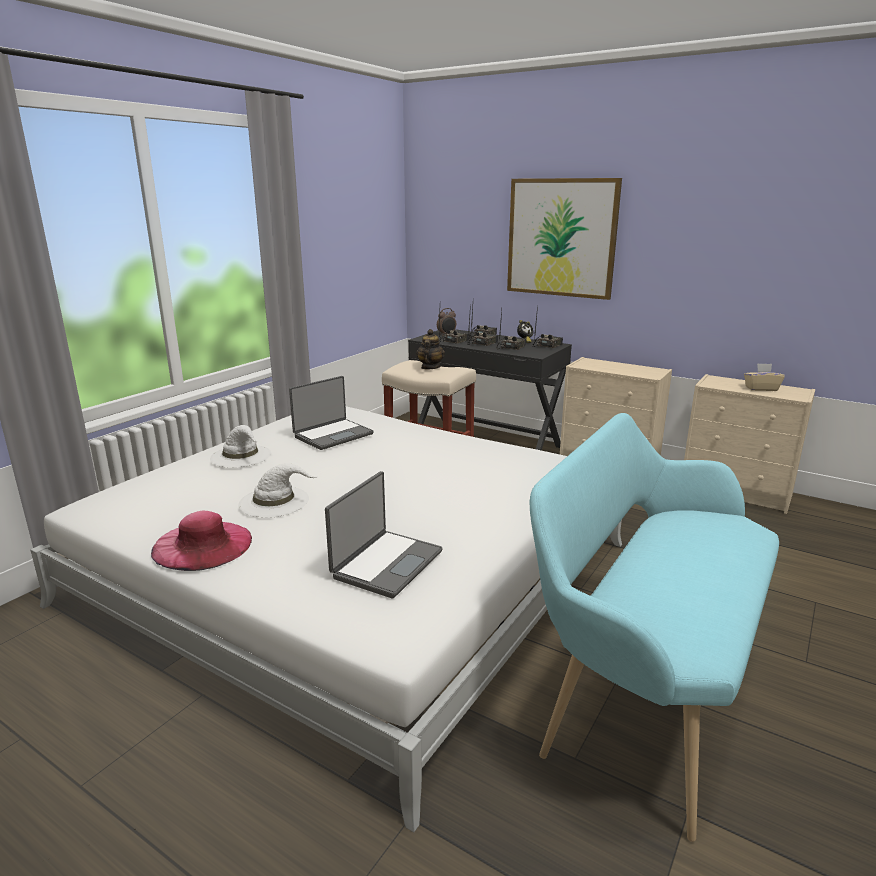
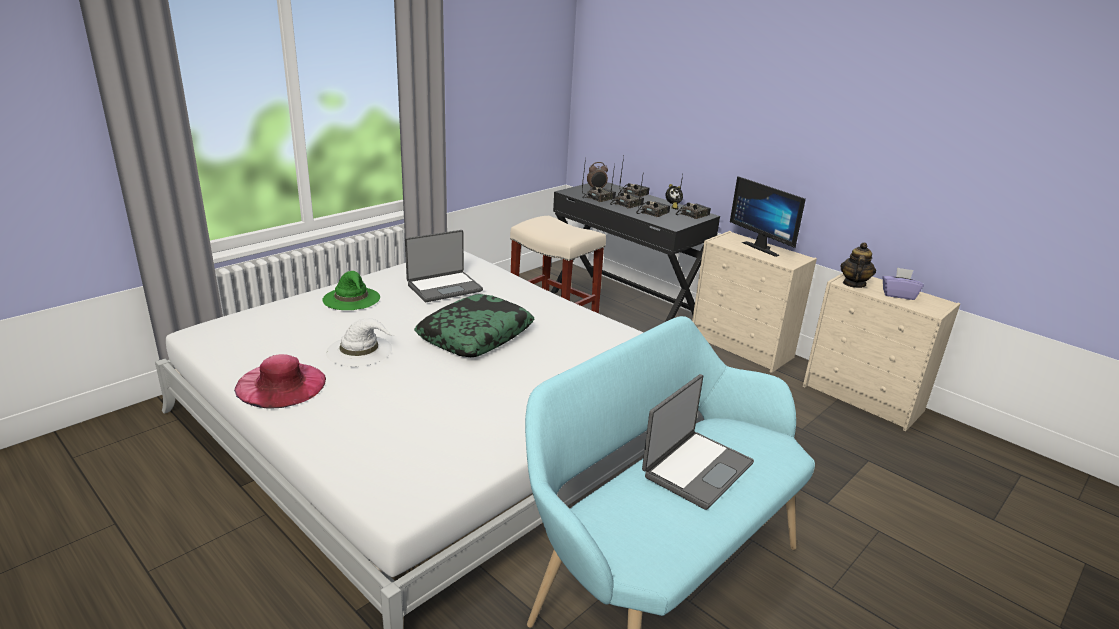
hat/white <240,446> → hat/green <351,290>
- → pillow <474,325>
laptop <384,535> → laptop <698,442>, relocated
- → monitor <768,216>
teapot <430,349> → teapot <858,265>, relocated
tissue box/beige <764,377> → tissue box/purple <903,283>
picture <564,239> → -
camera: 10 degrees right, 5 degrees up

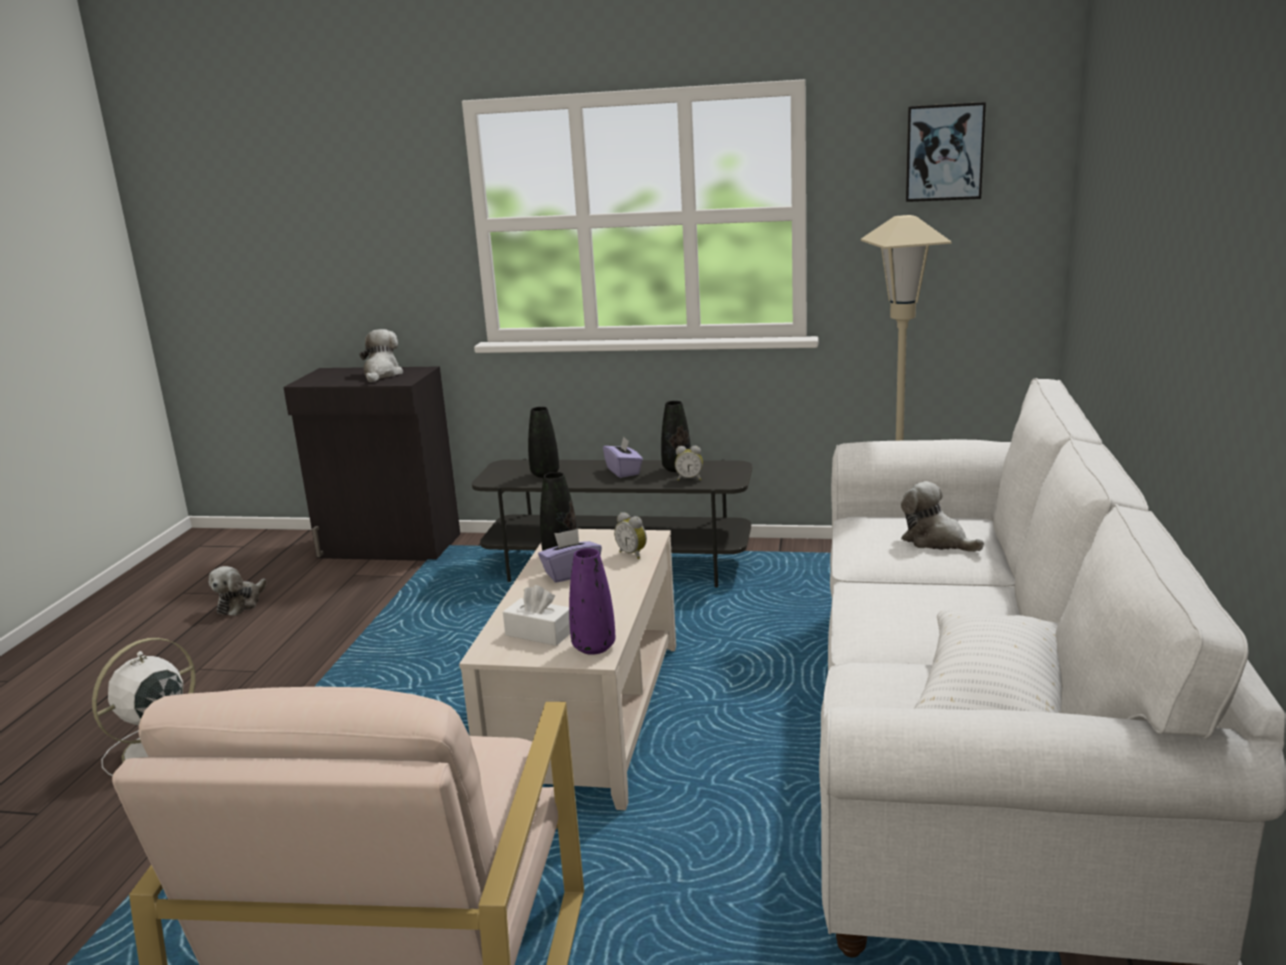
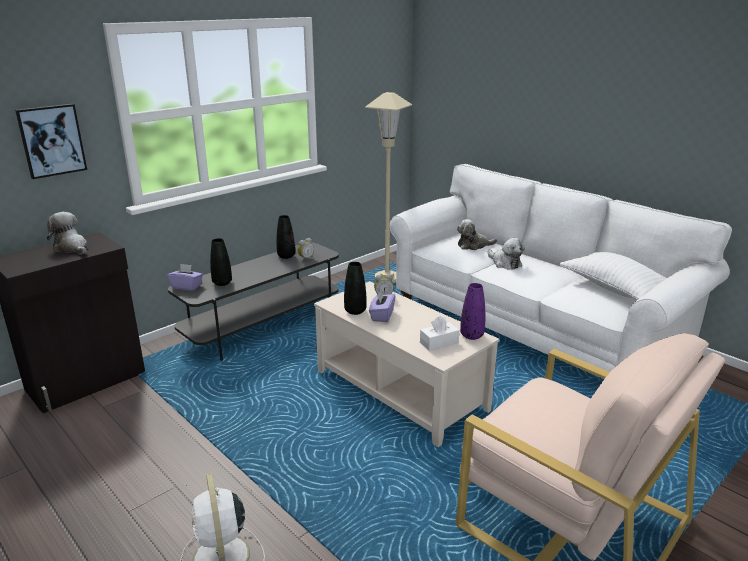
picture <946,152> → picture <51,141>, relocated
tissue box/purple <623,457> → tissue box/purple <185,277>, relocated
plush toy <238,591> → plush toy <506,254>, relocated
camera: 55 degrees left, 5 degrees up

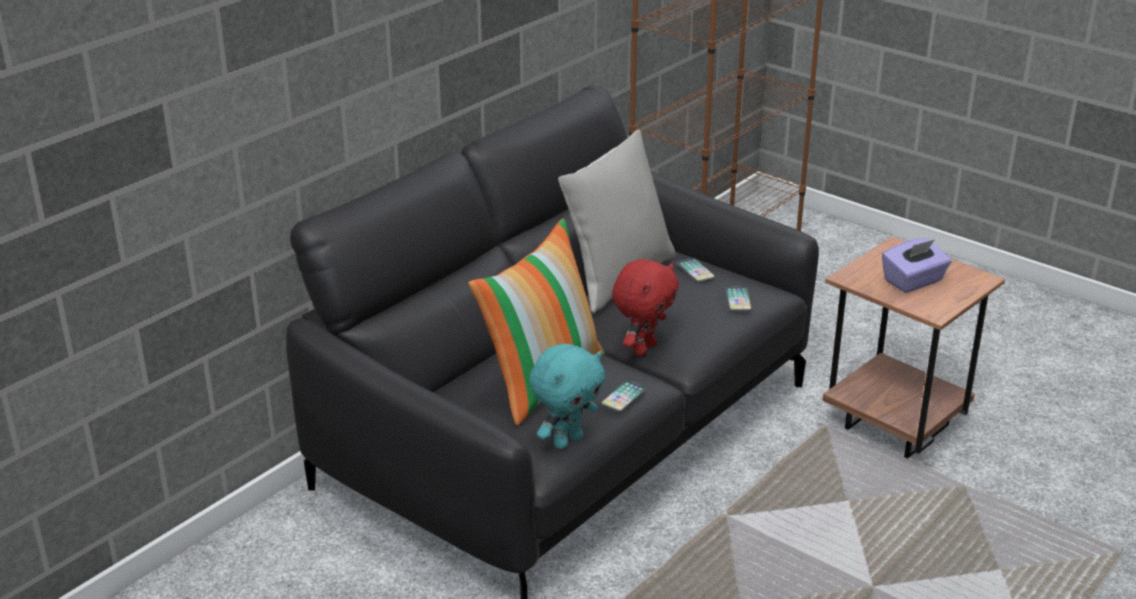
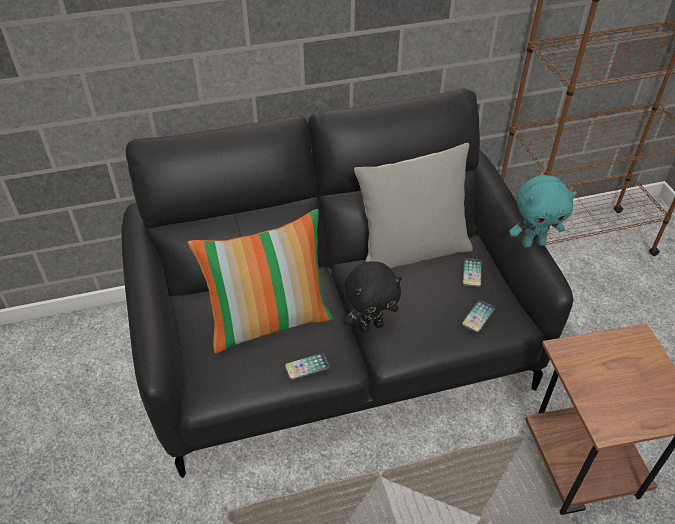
plush toy/red <645,307> → plush toy/black <373,296>
plush toy/turquoise <567,396> → plush toy/turquoise <543,211>, relocated
tissue box/purple <917,265> → -
camera: 35 degrees right, 15 degrees up

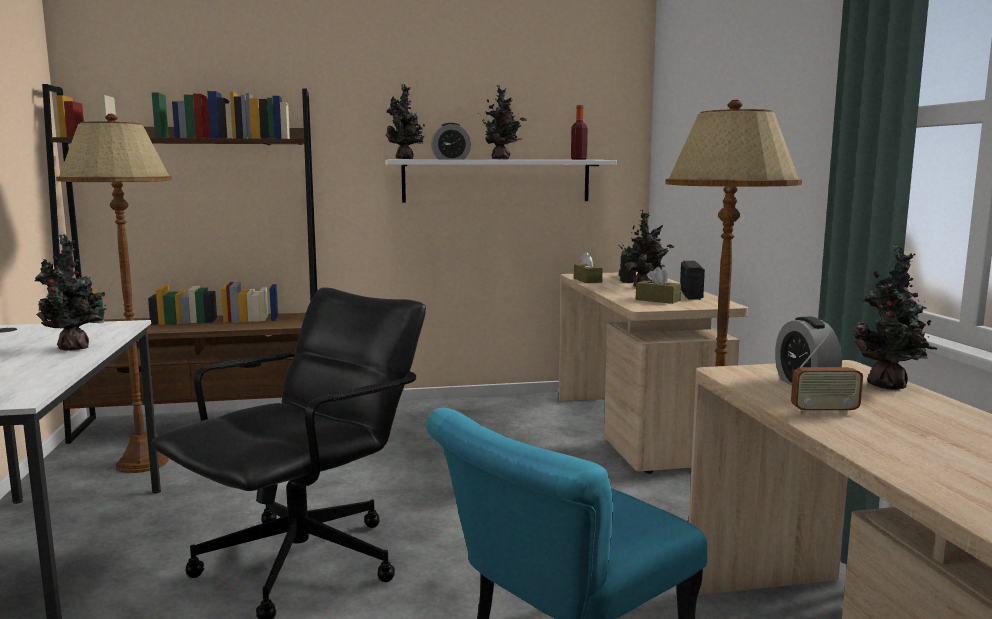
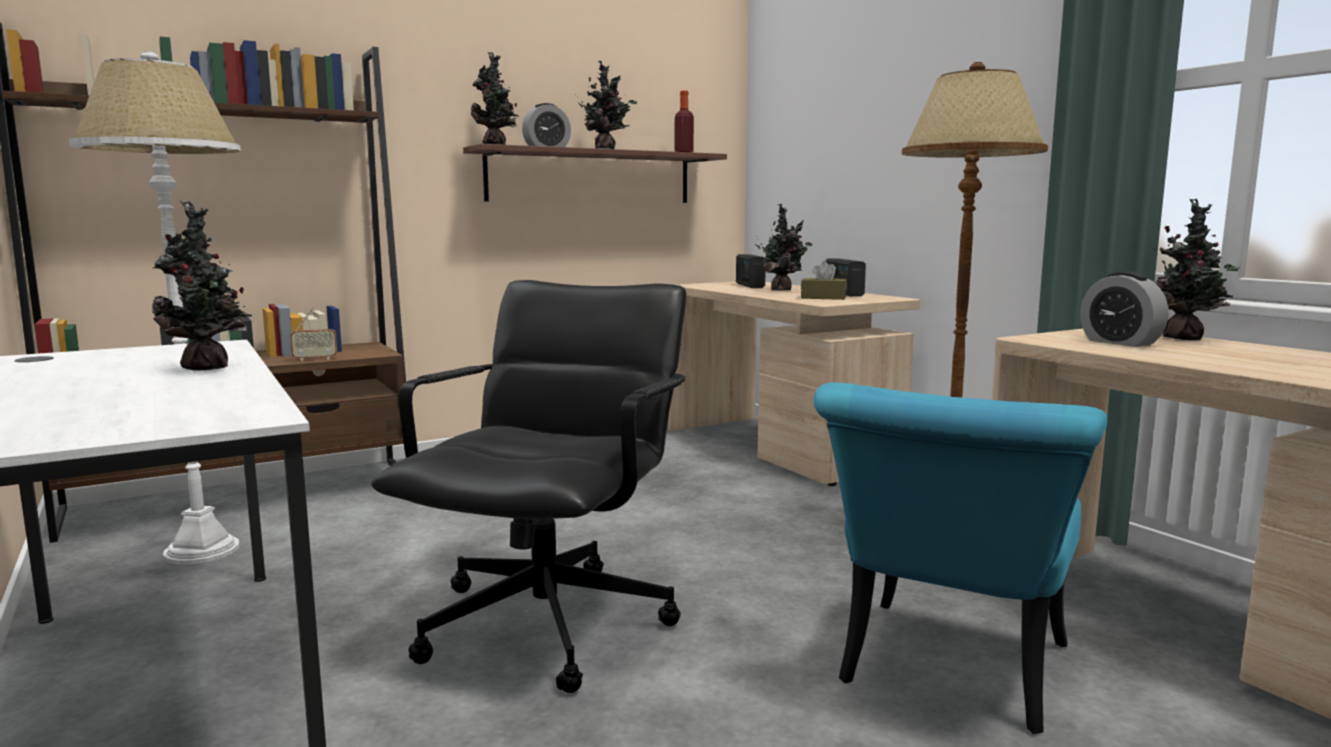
floor lamp/brown <114,293> → floor lamp/white <155,307>
radio <827,374> → radio <313,334>, relocated
shelf/white <501,181> → shelf/brown <595,173>
tissue box/brown <588,267> → -
camera: 20 degrees left, 0 degrees up

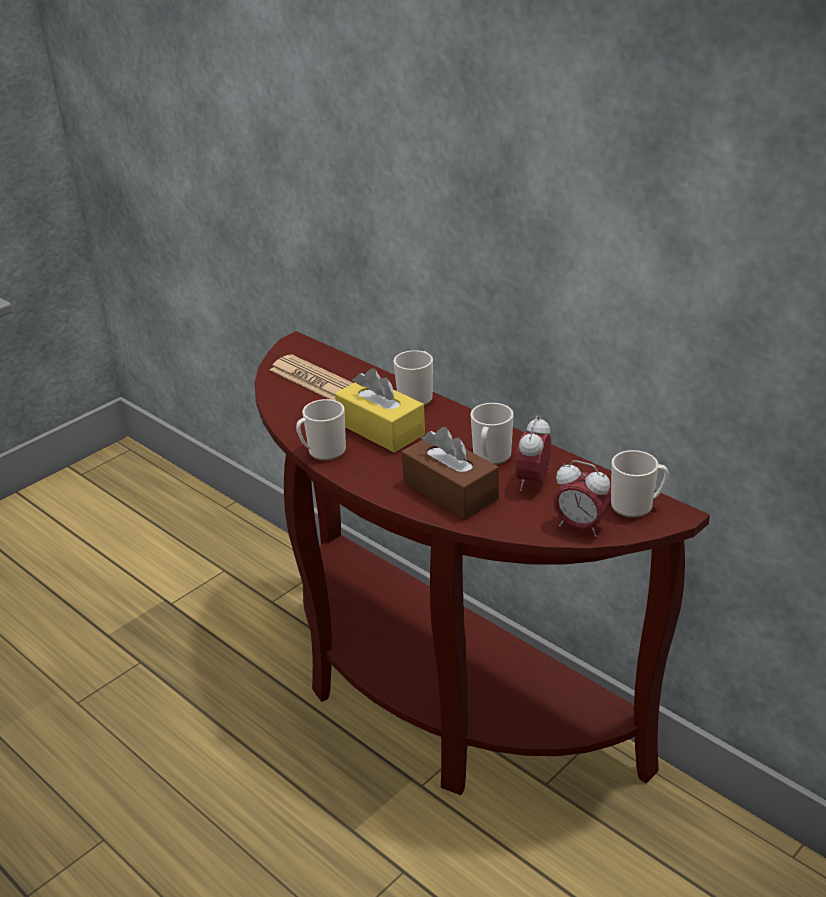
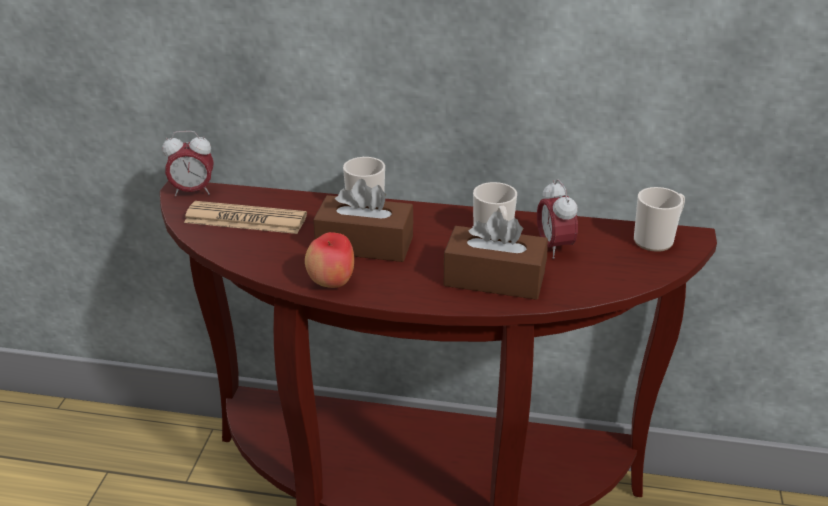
alarm clock <582,498> → alarm clock <188,163>, relocated
mug <321,430> → apple <329,260>
tissue box/yellow <380,410> → tissue box/brown <363,220>
camera: 35 degrees left, 0 degrees up

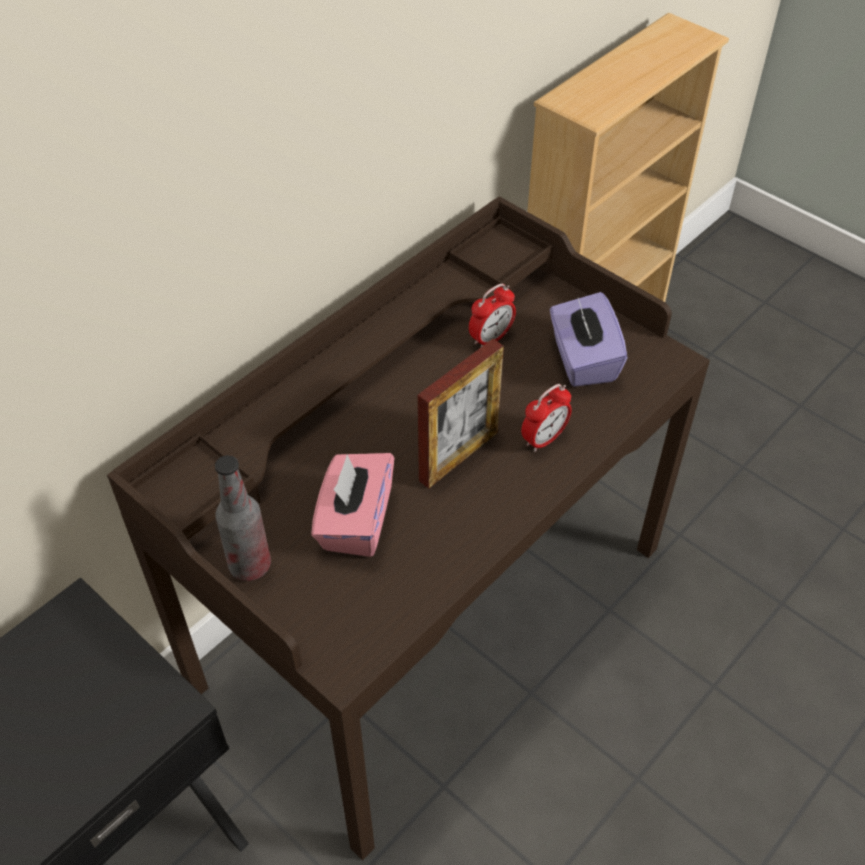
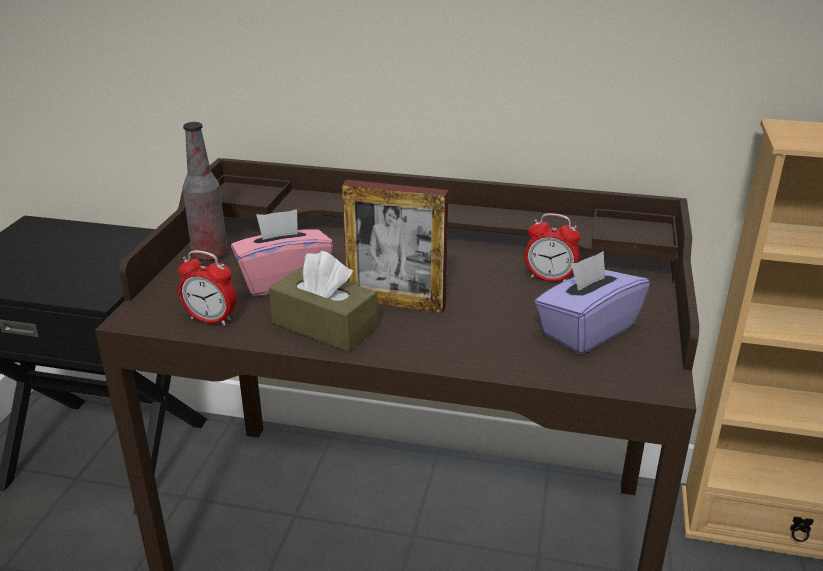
alarm clock <546,418> → alarm clock <207,288>, relocated
- → tissue box/brown <323,301>
camera: 60 degrees right, 20 degrees down

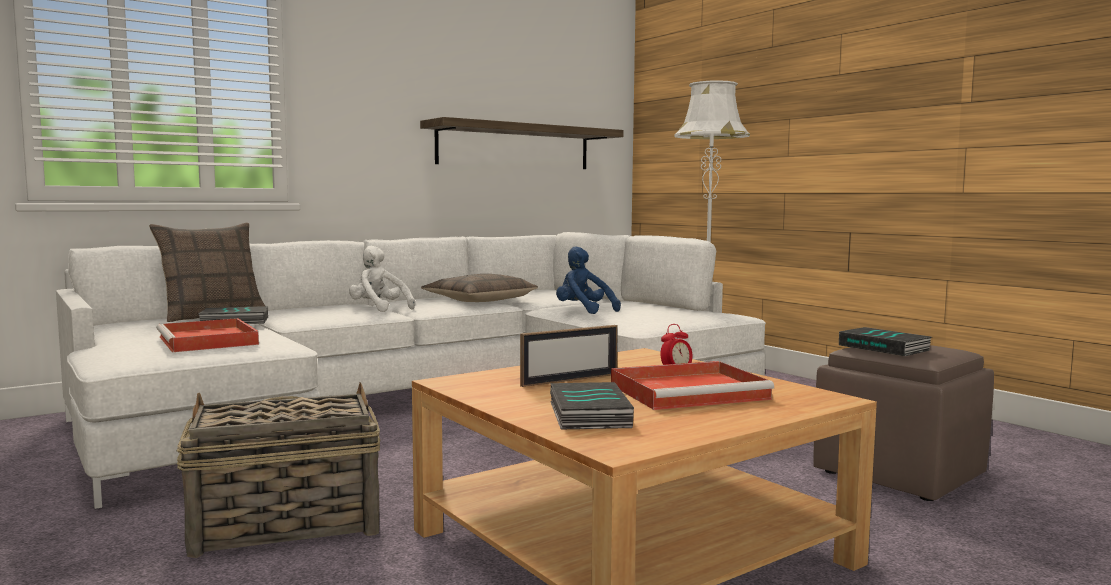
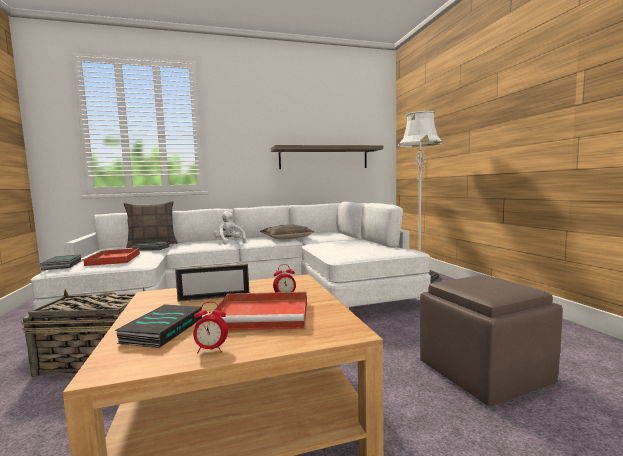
book <885,341> → book <61,262>, relocated
- → alarm clock <210,328>
plush toy/blue <588,280> → -
camera: 20 degrees right, 0 degrees up

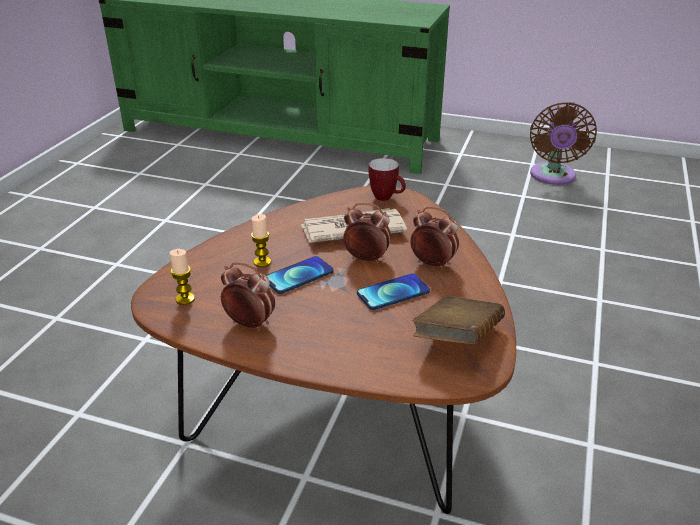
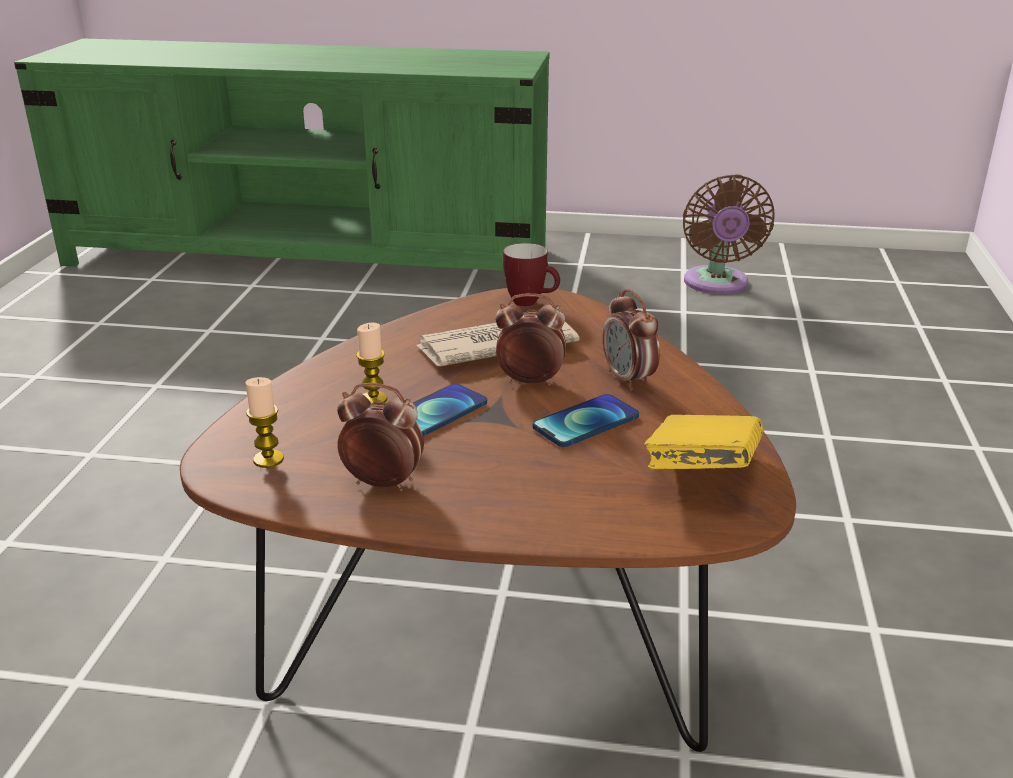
alarm clock <434,238> → alarm clock <631,340>, 135 degrees counterclockwise
book/brown <458,320> → book/yellow <703,442>
camera: 10 degrees left, 5 degrees down

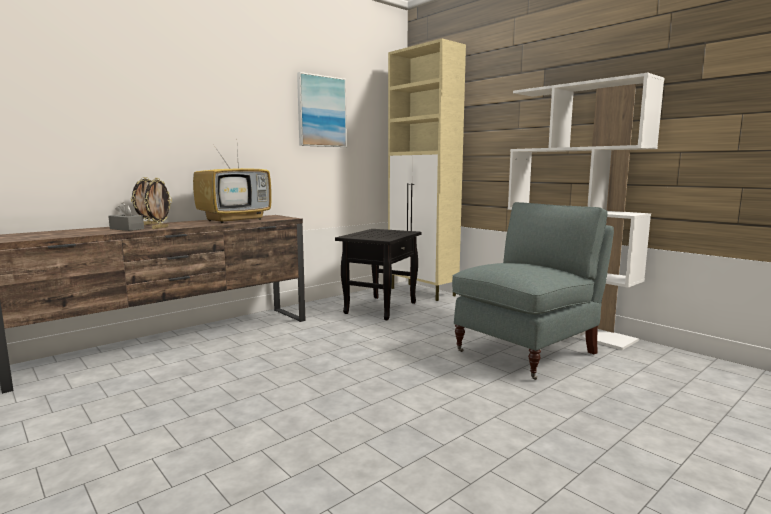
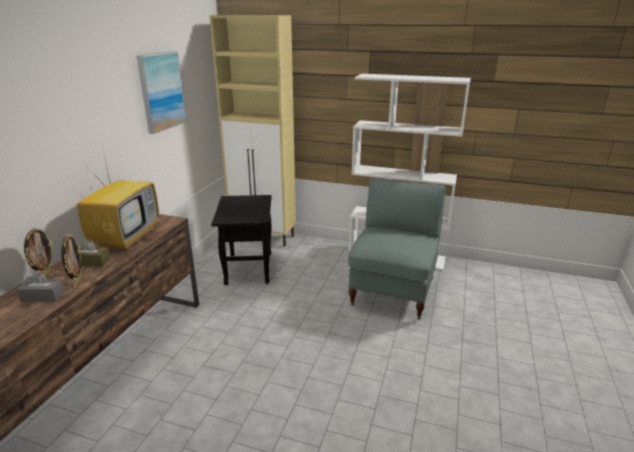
- → tissue box/brown <94,253>
camera: 30 degrees left, 15 degrees up

